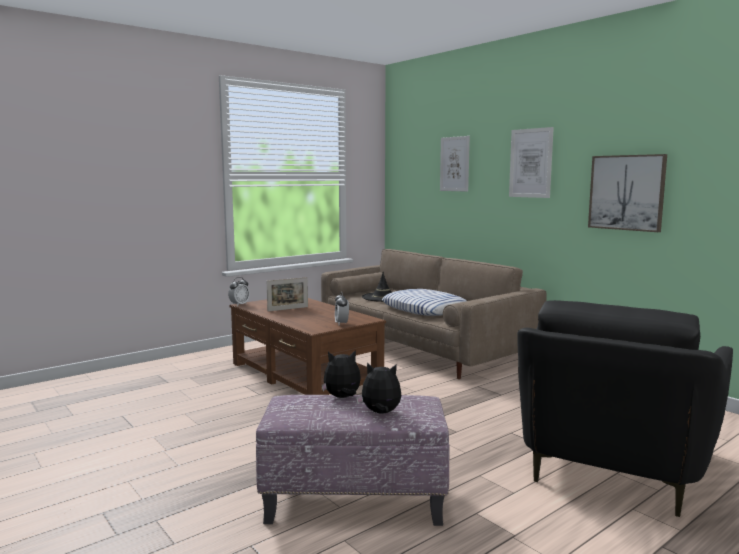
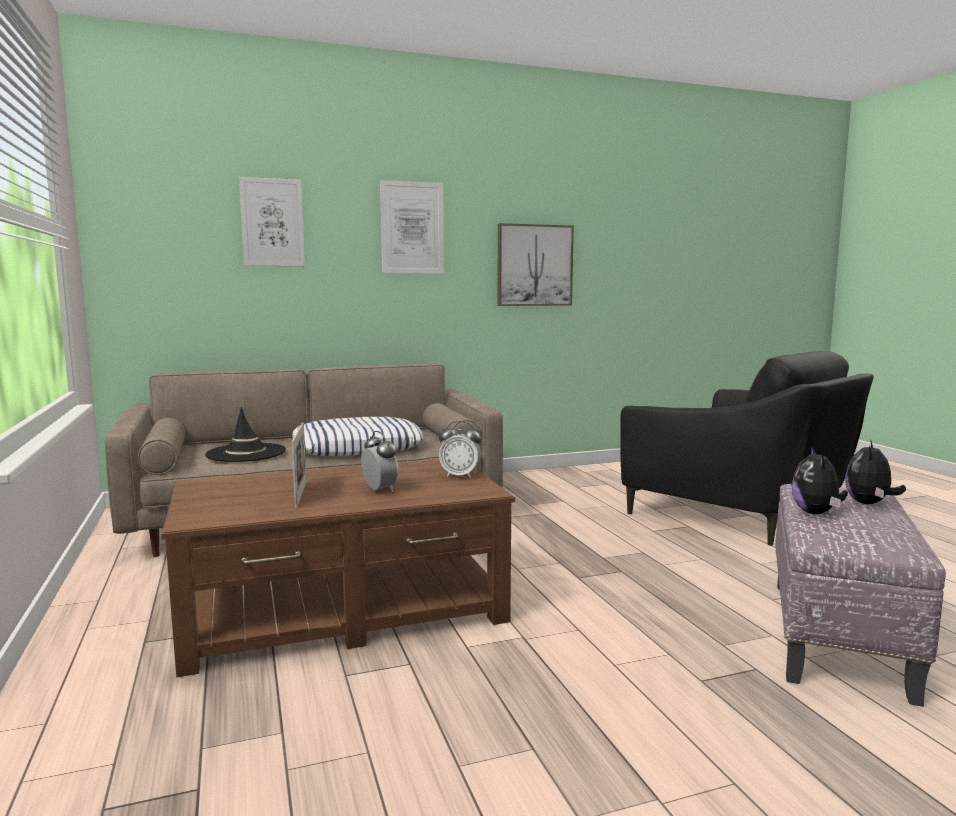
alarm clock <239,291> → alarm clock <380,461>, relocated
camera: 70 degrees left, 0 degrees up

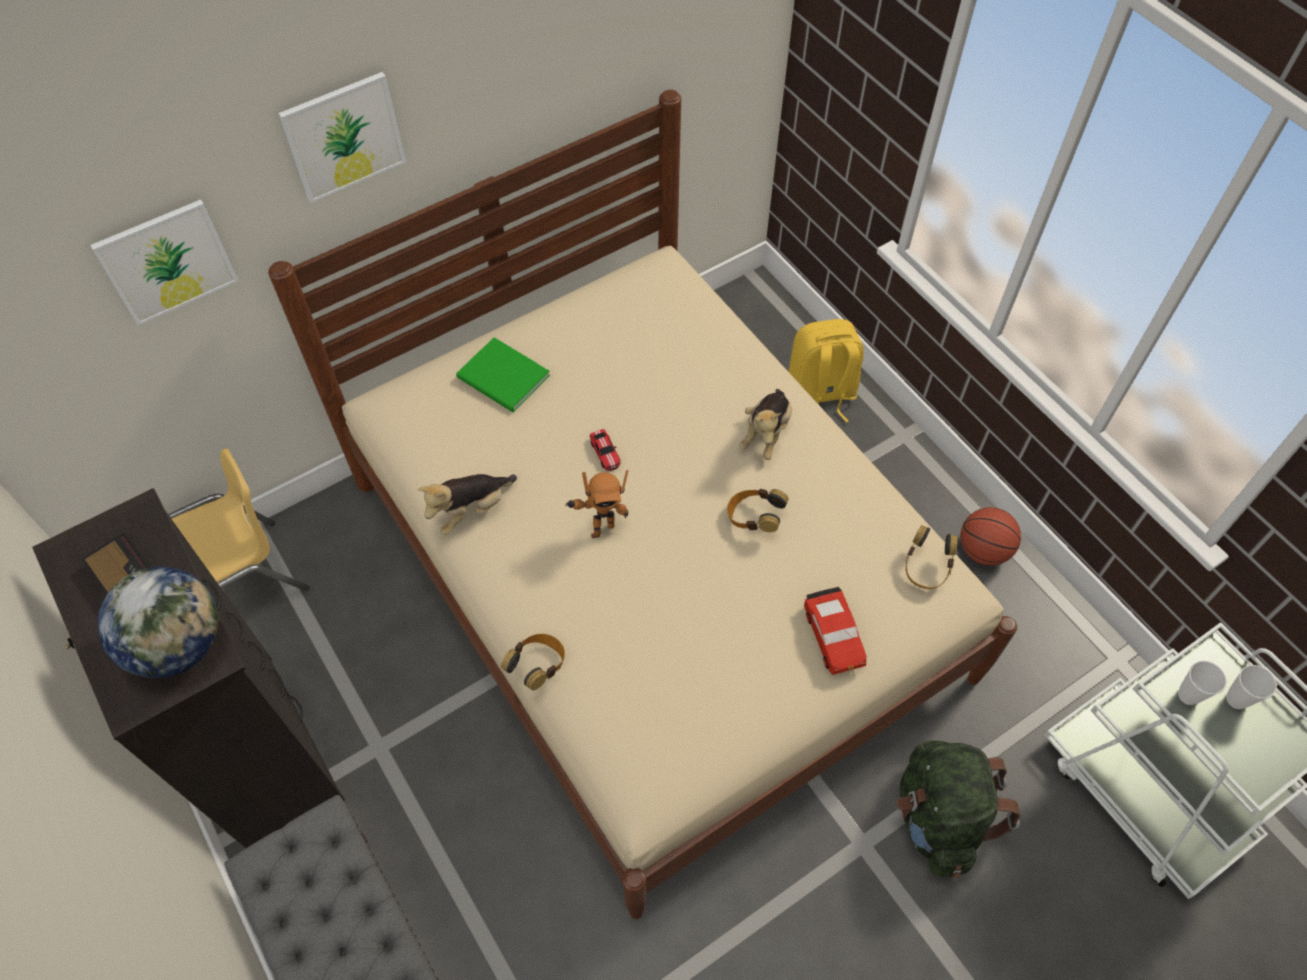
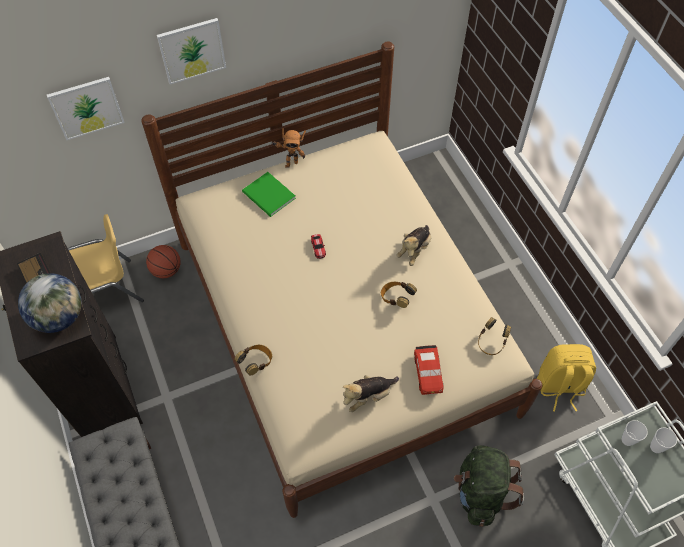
basketball <991,536> → basketball <163,261>, relocated
toy robot <596,504> → toy robot <288,148>, relocated
plush toy <467,504> → plush toy <371,393>, relocated
backpack/yellow <826,371> → backpack/yellow <566,378>, relocated
camera: 10 degrees right, 0 degrees up

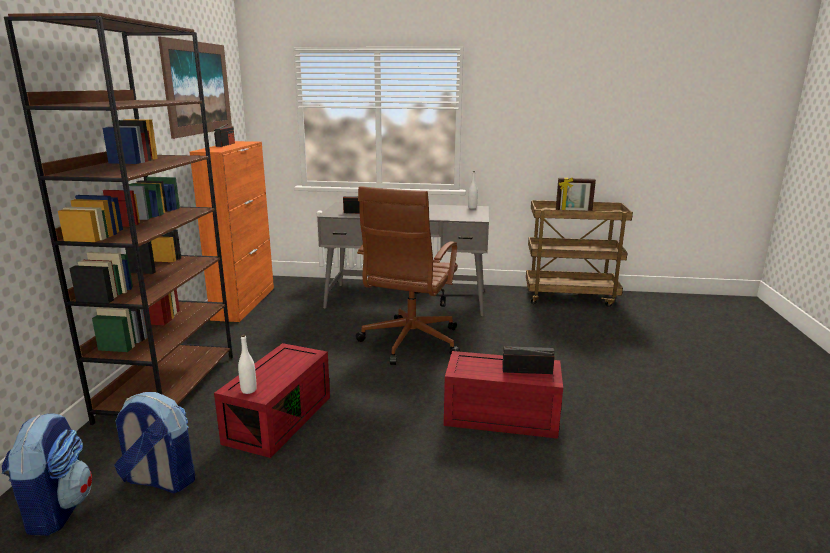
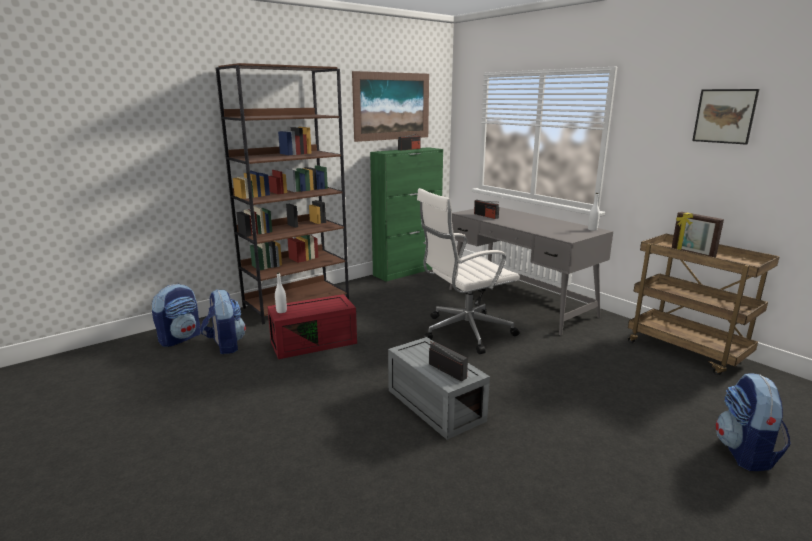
cabinet/orange <231,231> → cabinet/green <406,214>
storage box/red <503,395> → storage box/grey <439,388>
office chair/brown <408,275> → office chair/white <468,271>
- → picture <725,117>
- → backpack <753,422>
camera: 45 degrees right, 0 degrees up

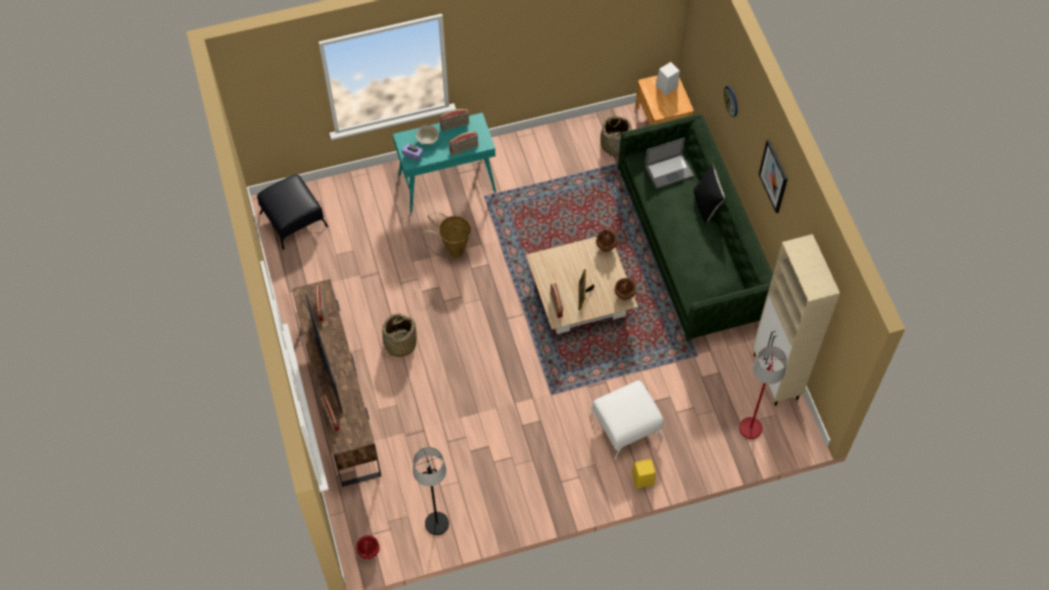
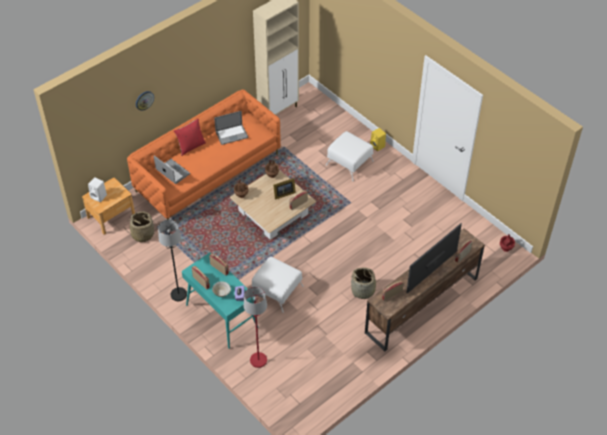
sofa/green <695,228> → sofa/orange <204,154>
floor lamp/black <431,491> → floor lamp/black <172,260>, relocated
pillow/black <709,194> → pillow/red <190,137>
- → laptop <231,128>
floor lamp/red <763,392> → floor lamp/red <255,327>, relocated
basket <446,235> → ottoman/white <277,285>
ottoman/black <292,212> → -
picture <773,176> → -
camera: 115 degrees left, 10 degrees down

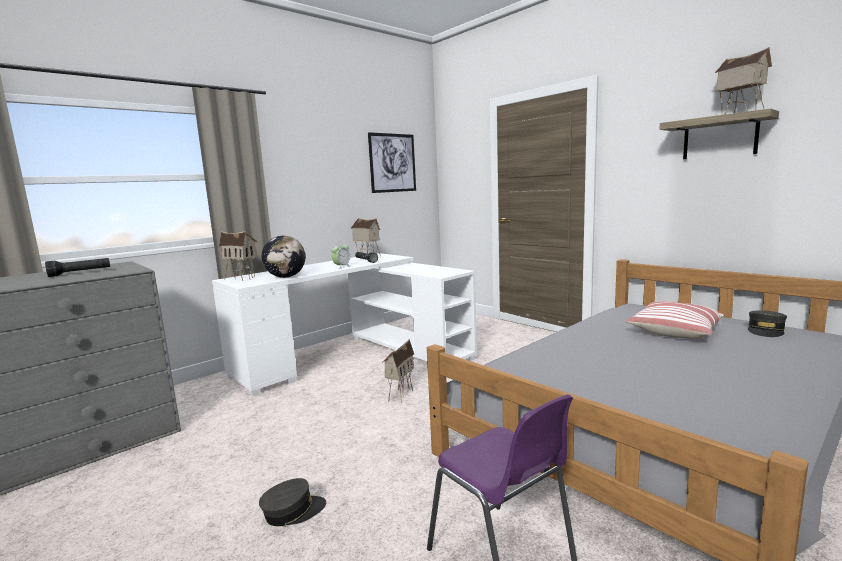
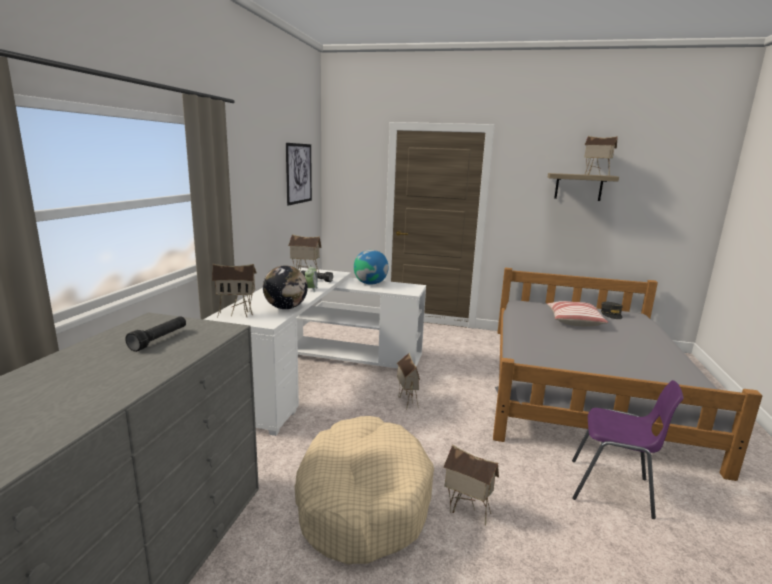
- → dog bed/beige <364,490>
- → globe <371,267>
cap/grey <292,502> → toy house <471,485>
camera: 35 degrees left, 5 degrees up

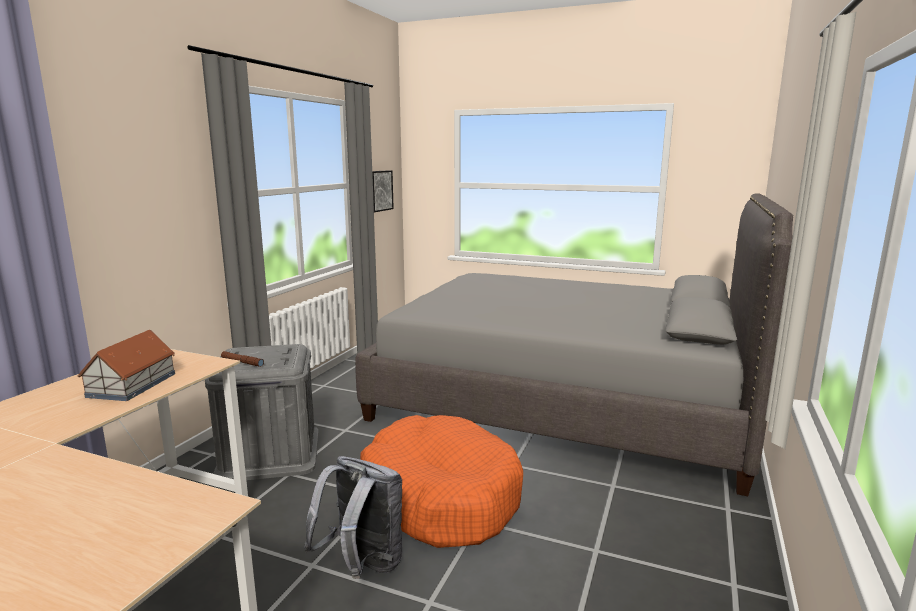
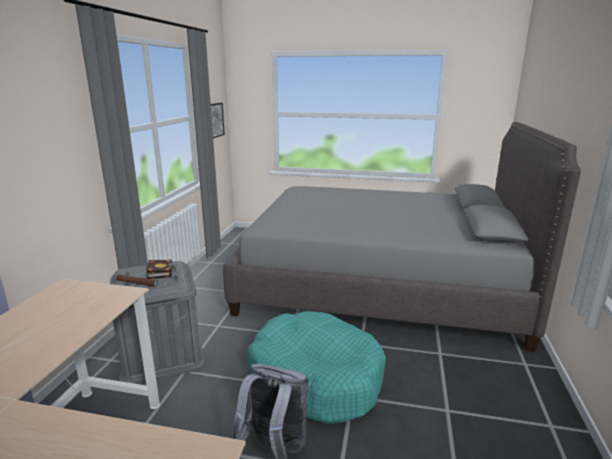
- → book <159,269>
dog bed/orange <441,481> → dog bed/turquoise <316,367>
toy house <126,365> → -
camera: 10 degrees left, 5 degrees up

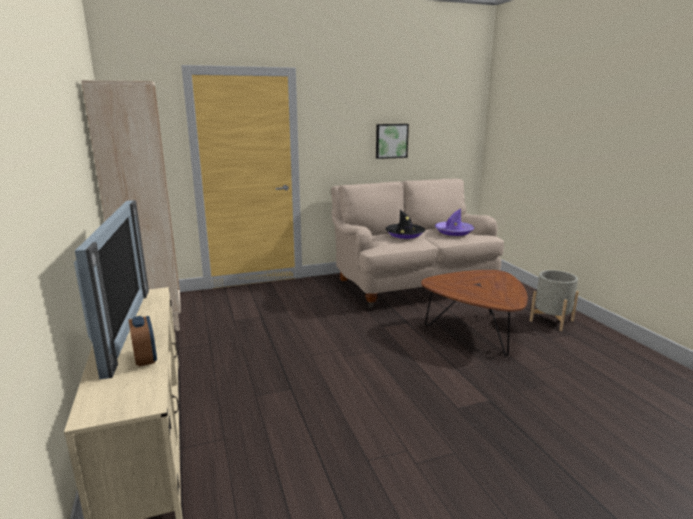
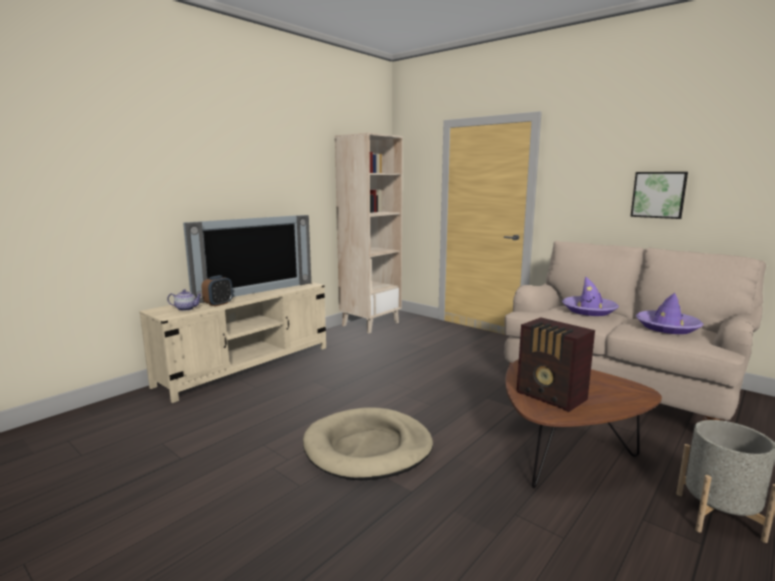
- → teapot <184,300>
- → dog bed/beige <368,444>
- → radio <556,364>
hat/black <405,224> → hat/purple <590,296>
camera: 60 degrees right, 5 degrees down

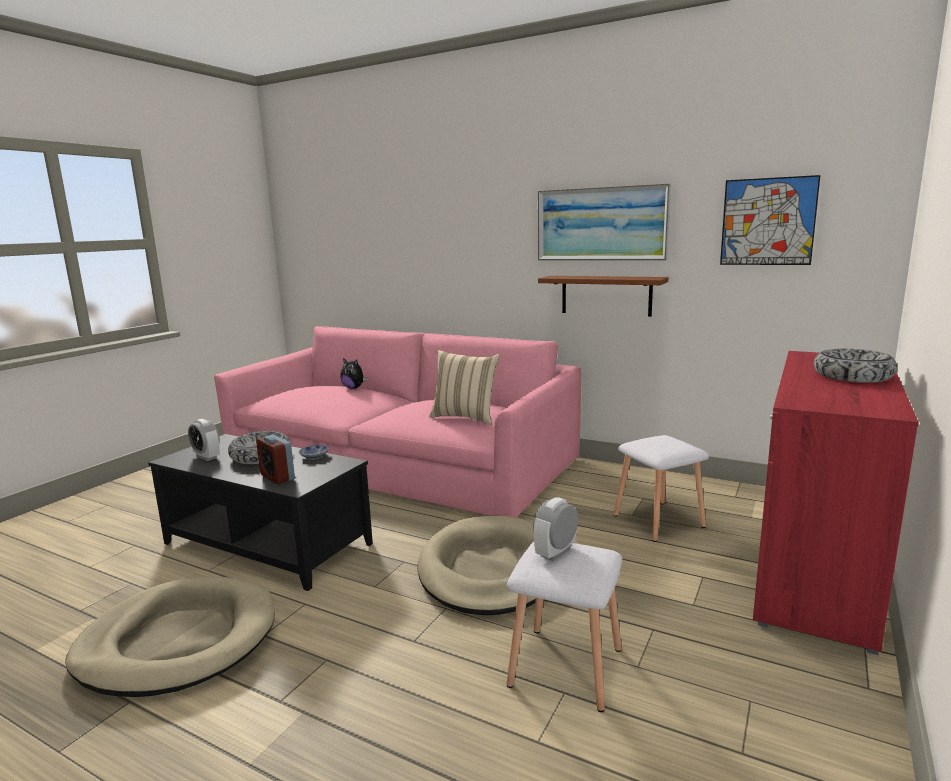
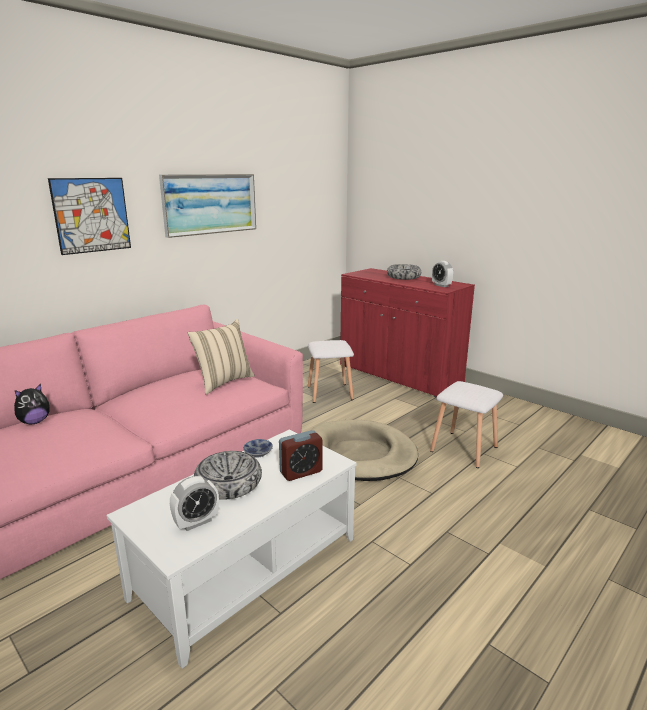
picture <770,220> → picture <89,216>, relocated
coffee table/black <260,512> → coffee table/white <232,549>
alarm clock <555,529> → alarm clock <442,274>, relocated
dog bed/beige <170,636> → -
shelf/brown <603,296> → -
camera: 75 degrees left, 5 degrees up

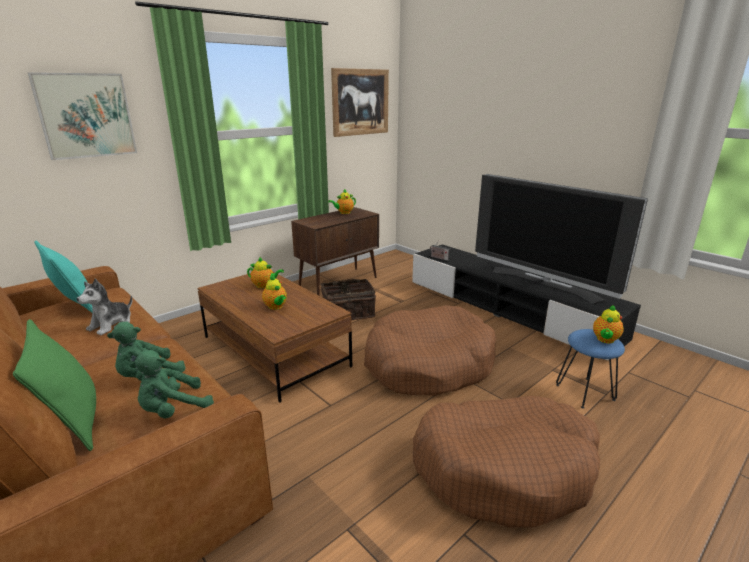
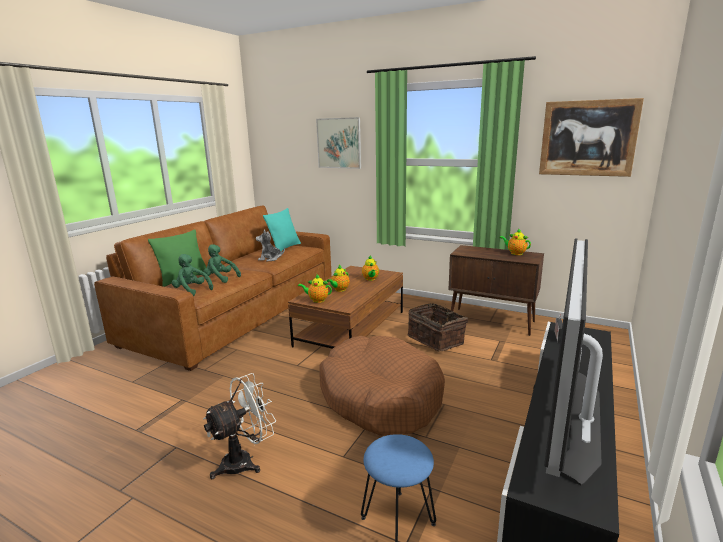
dog bed/brown <506,462> → fan/white <239,426>
teapot <608,324> → teapot <315,288>, relocated
camera: 70 degrees right, 5 degrees down

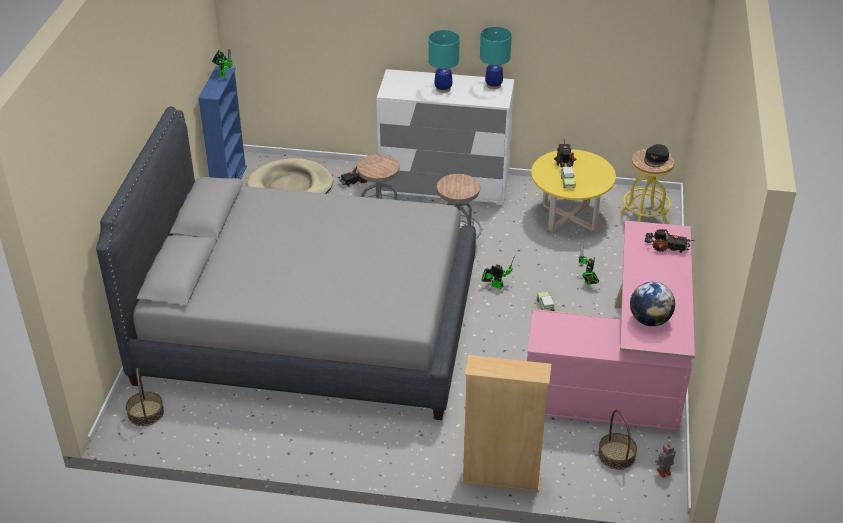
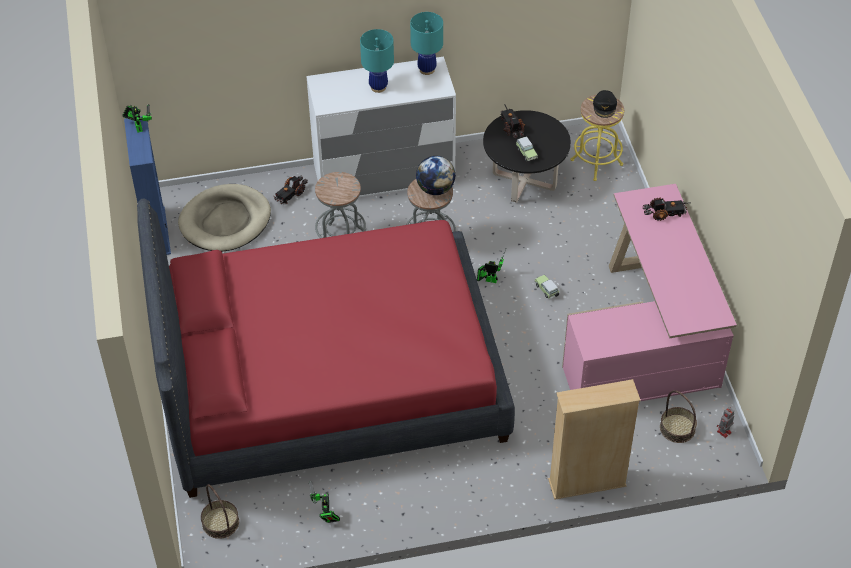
bed/grey <286,263> → bed/red <326,348>
toy robot <589,263> → toy robot <324,502>, relocated
globe <652,304> → globe <436,175>, relocated
coffee table/yellow <573,190> → coffee table/black <527,156>
camera: 20 degrees left, 10 degrees up

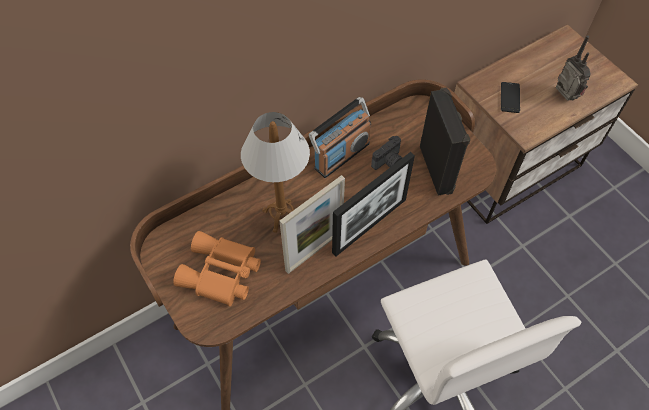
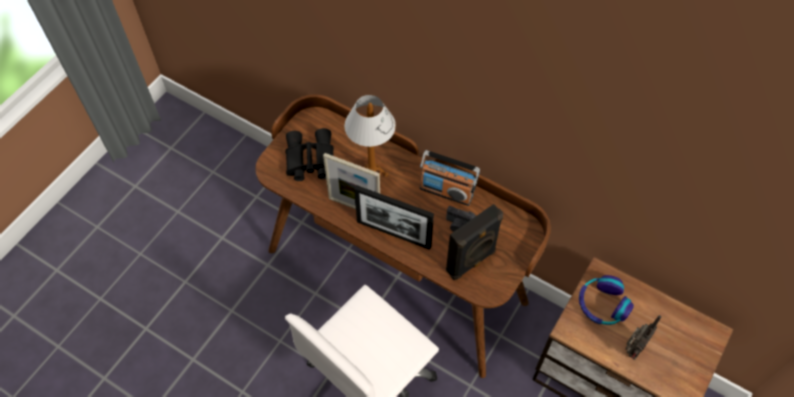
binoculars/orange <217,268> → binoculars/black <309,154>
phone <510,97> → headphones <606,300>
camera: 65 degrees right, 0 degrees up

